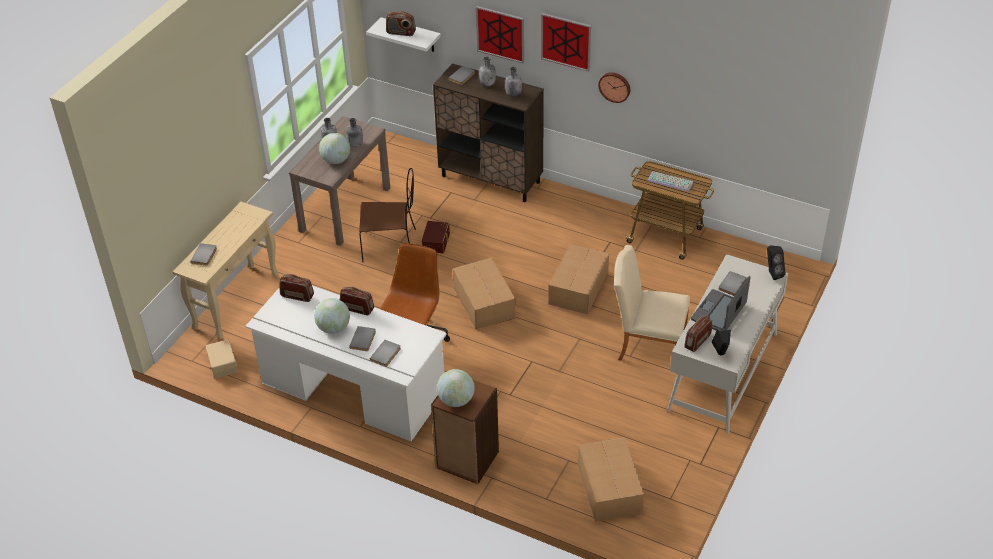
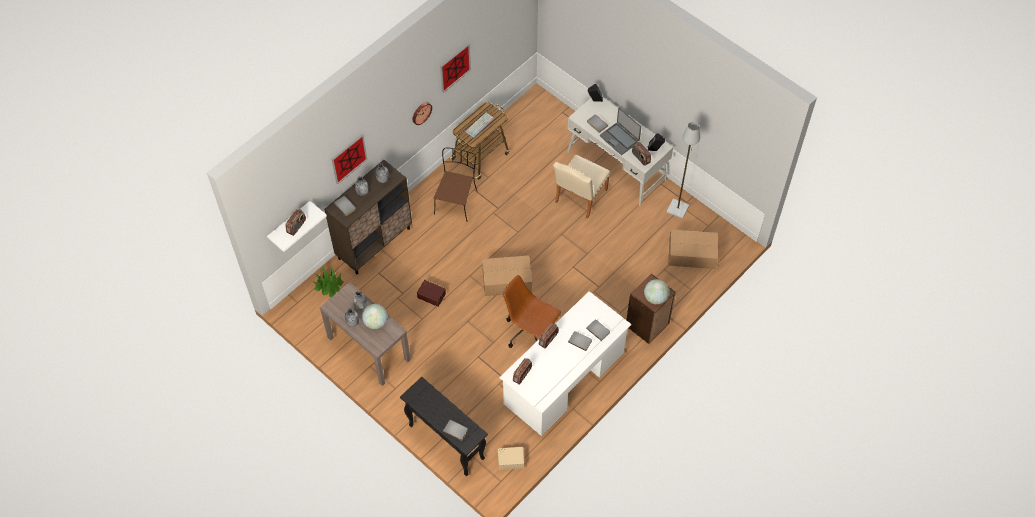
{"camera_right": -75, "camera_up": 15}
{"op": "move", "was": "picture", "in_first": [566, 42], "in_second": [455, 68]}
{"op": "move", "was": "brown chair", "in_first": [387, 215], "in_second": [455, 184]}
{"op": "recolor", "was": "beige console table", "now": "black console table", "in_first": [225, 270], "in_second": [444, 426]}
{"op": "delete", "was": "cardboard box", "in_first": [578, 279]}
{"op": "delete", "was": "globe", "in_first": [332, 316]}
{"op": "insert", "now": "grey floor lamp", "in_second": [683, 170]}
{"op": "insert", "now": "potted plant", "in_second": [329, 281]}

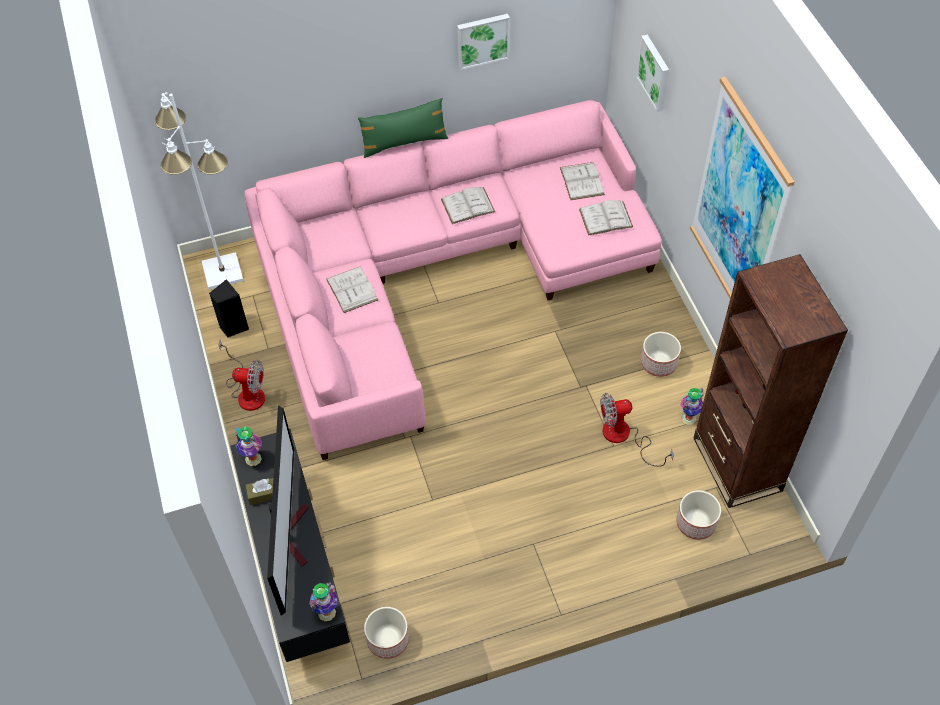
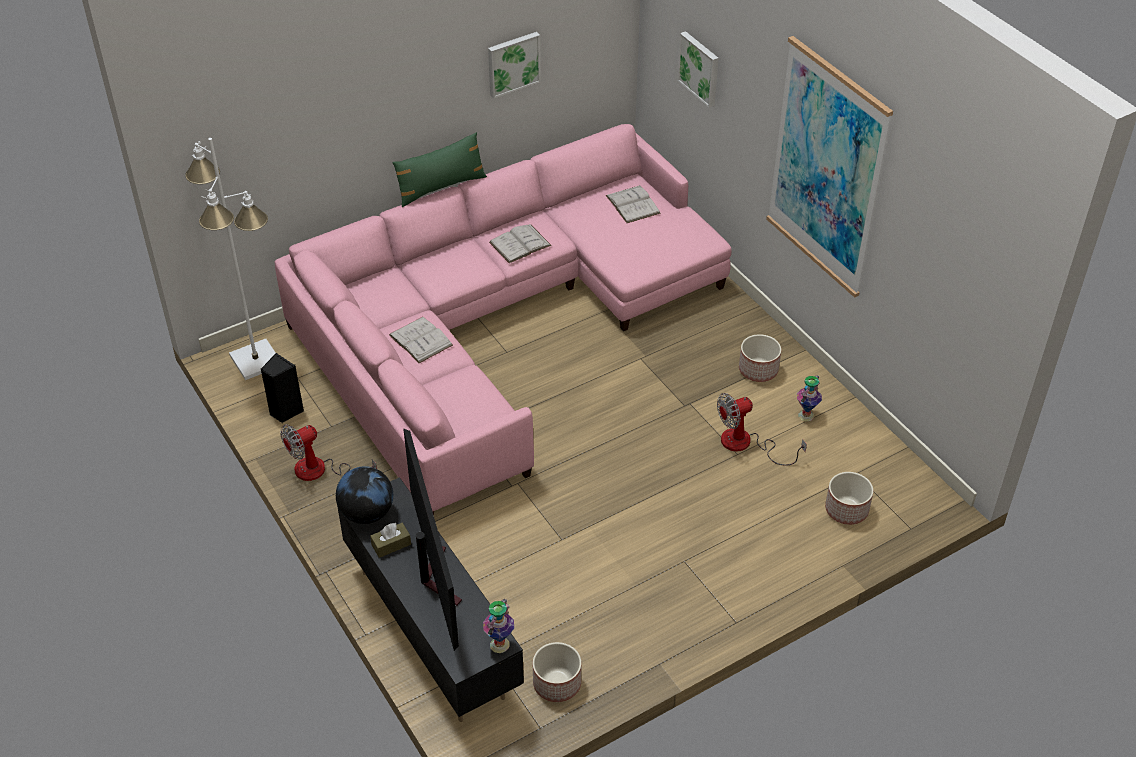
{"camera_right": -15, "camera_up": -10}
{"op": "delete", "was": "white book", "in_first": [606, 218]}
{"op": "delete", "was": "brown bookcase", "in_first": [770, 381]}
{"op": "rotate", "was": "fan", "in_first": [241, 375], "in_second": [329, 452], "clockwise": 150}
{"op": "replace", "was": "vase", "now": "globe", "in_first": [248, 446], "in_second": [364, 495]}

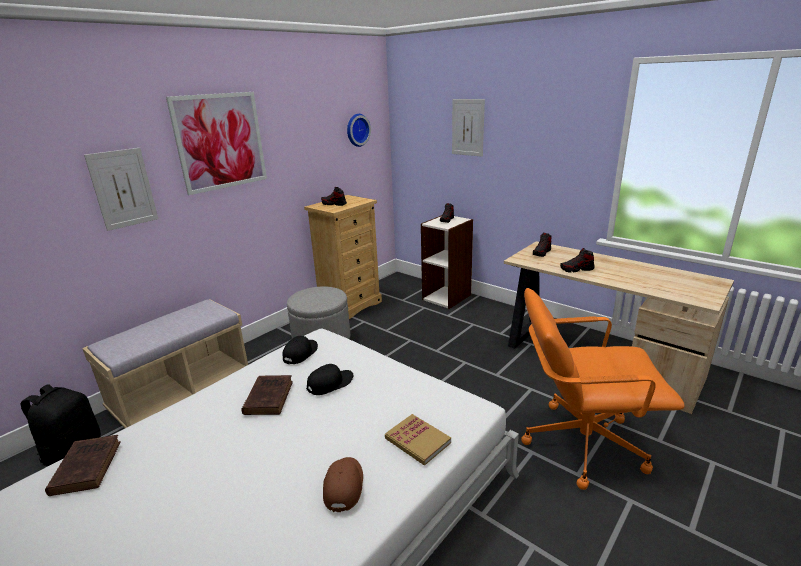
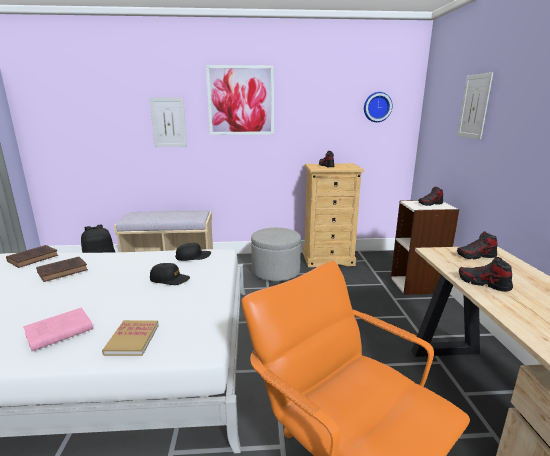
{"camera_right": 45, "camera_up": -5}
{"op": "move", "was": "brown book", "in_first": [267, 395], "in_second": [62, 269]}
{"op": "replace", "was": "brown cap", "now": "pink book", "in_first": [343, 484], "in_second": [58, 329]}

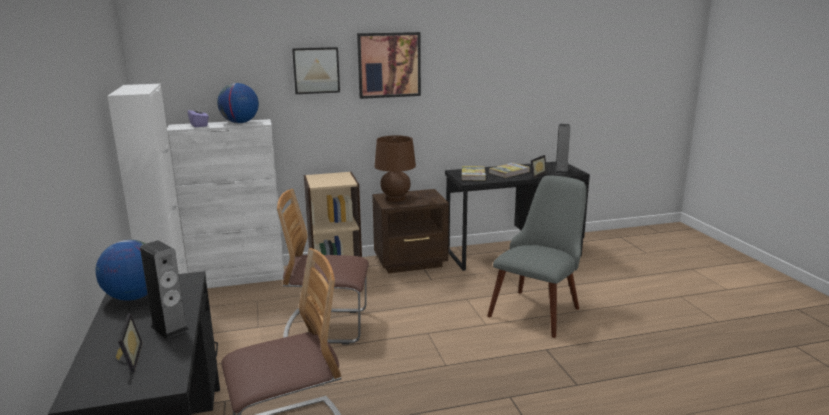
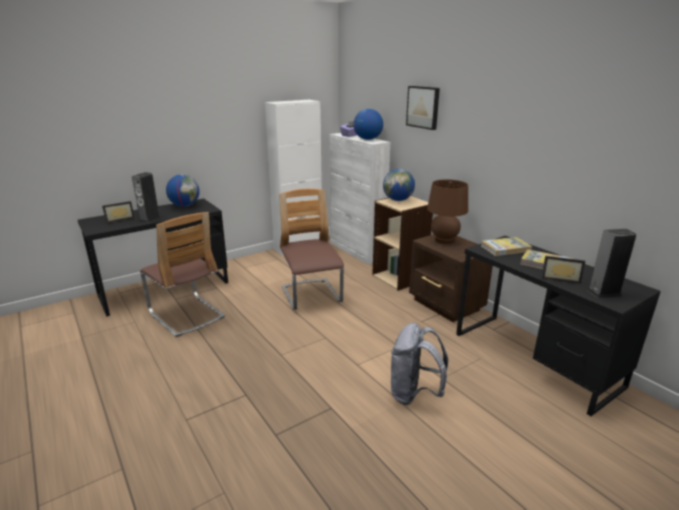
{"camera_right": 70, "camera_up": 5}
{"op": "delete", "was": "picture", "in_first": [389, 65]}
{"op": "replace", "was": "grey chair", "now": "grey backpack", "in_first": [536, 256], "in_second": [419, 364]}
{"op": "insert", "now": "globe", "in_second": [399, 185]}

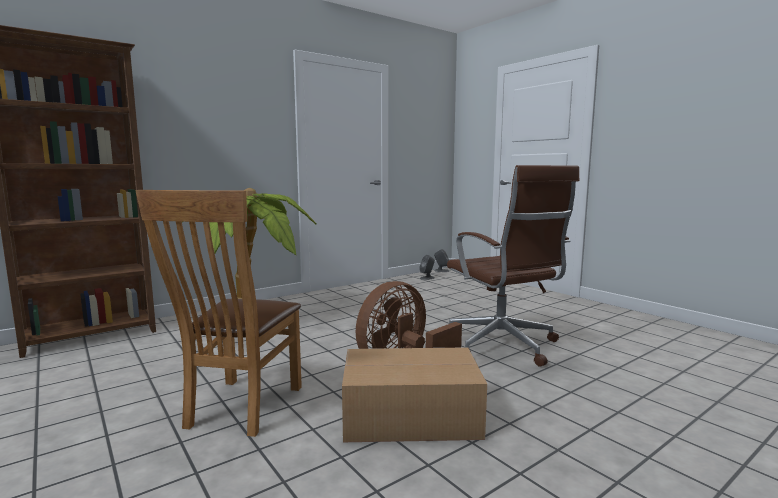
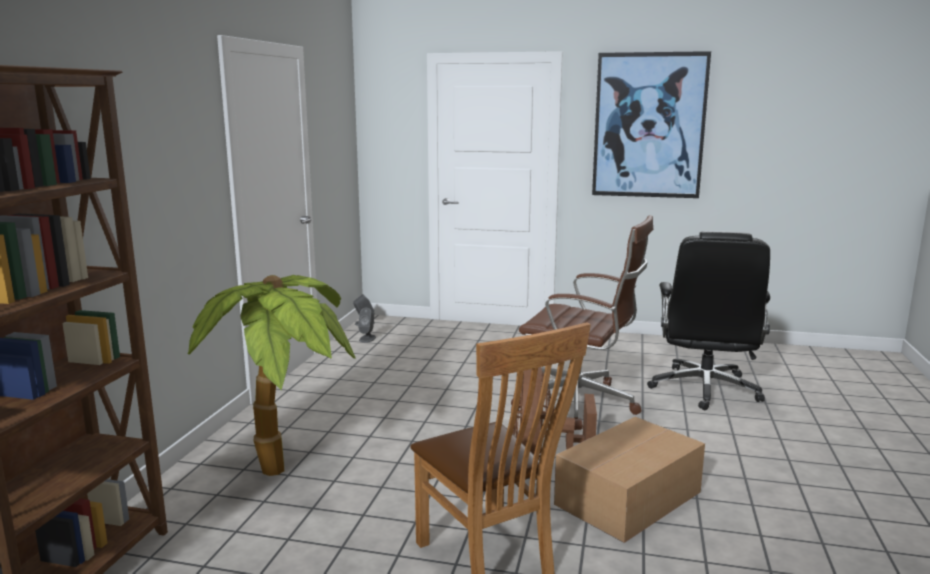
{"camera_right": -40, "camera_up": 5}
{"op": "insert", "now": "picture", "in_second": [651, 124]}
{"op": "insert", "now": "black office chair", "in_second": [708, 320]}

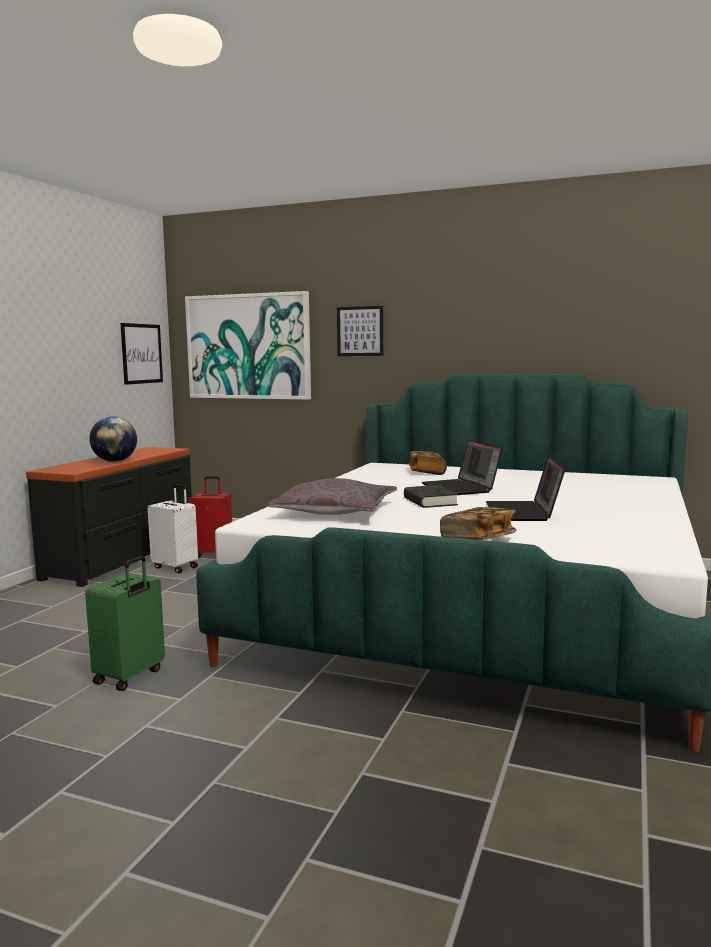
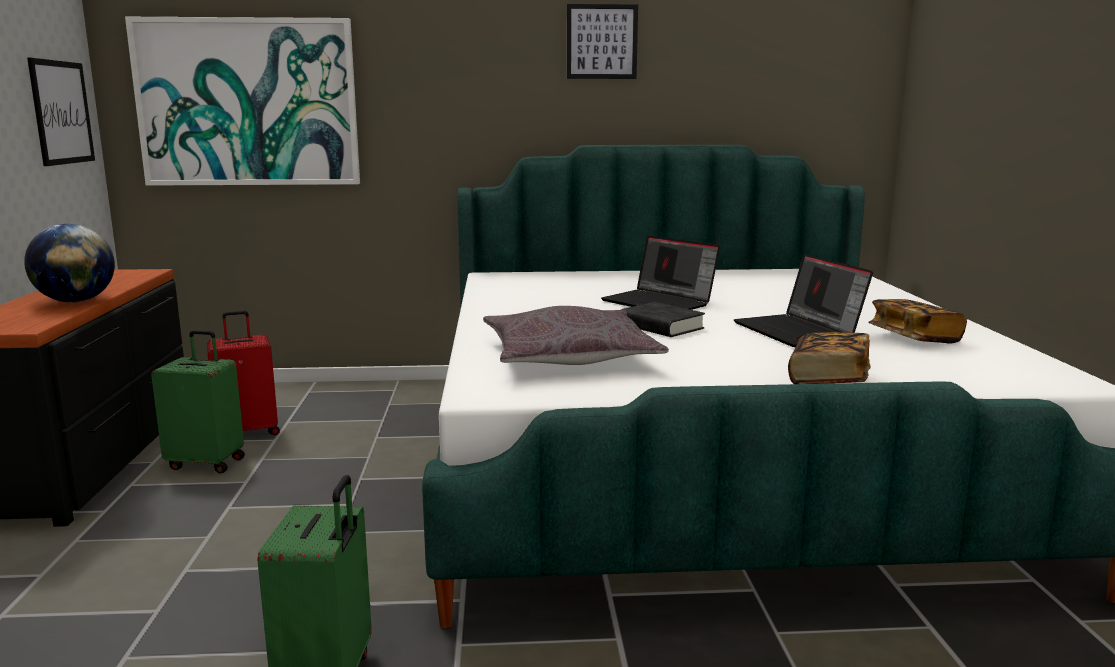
{"camera_right": -25, "camera_up": 5}
{"op": "move", "was": "picture", "in_first": [360, 331], "in_second": [602, 41]}
{"op": "move", "was": "book", "in_first": [428, 463], "in_second": [917, 321]}
{"op": "recolor", "was": "white suitcase", "now": "green suitcase", "in_first": [173, 528], "in_second": [198, 401]}

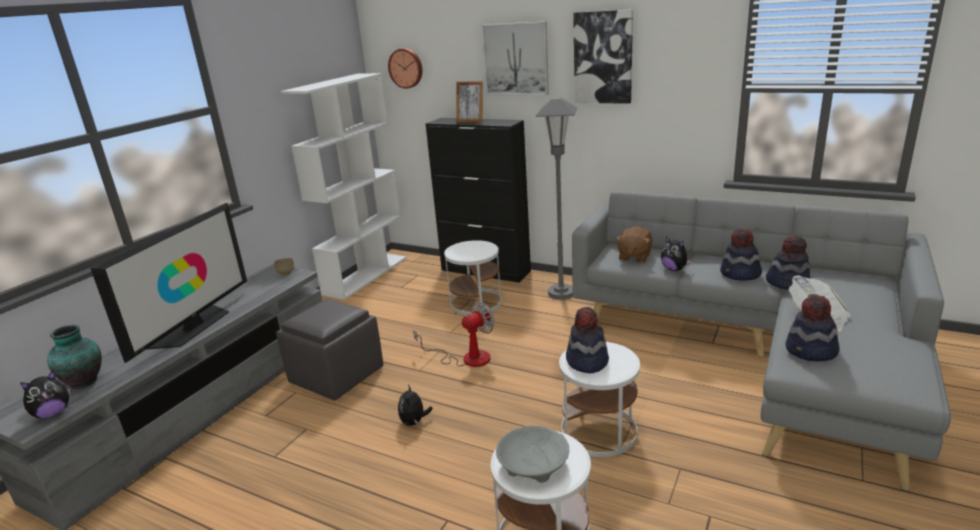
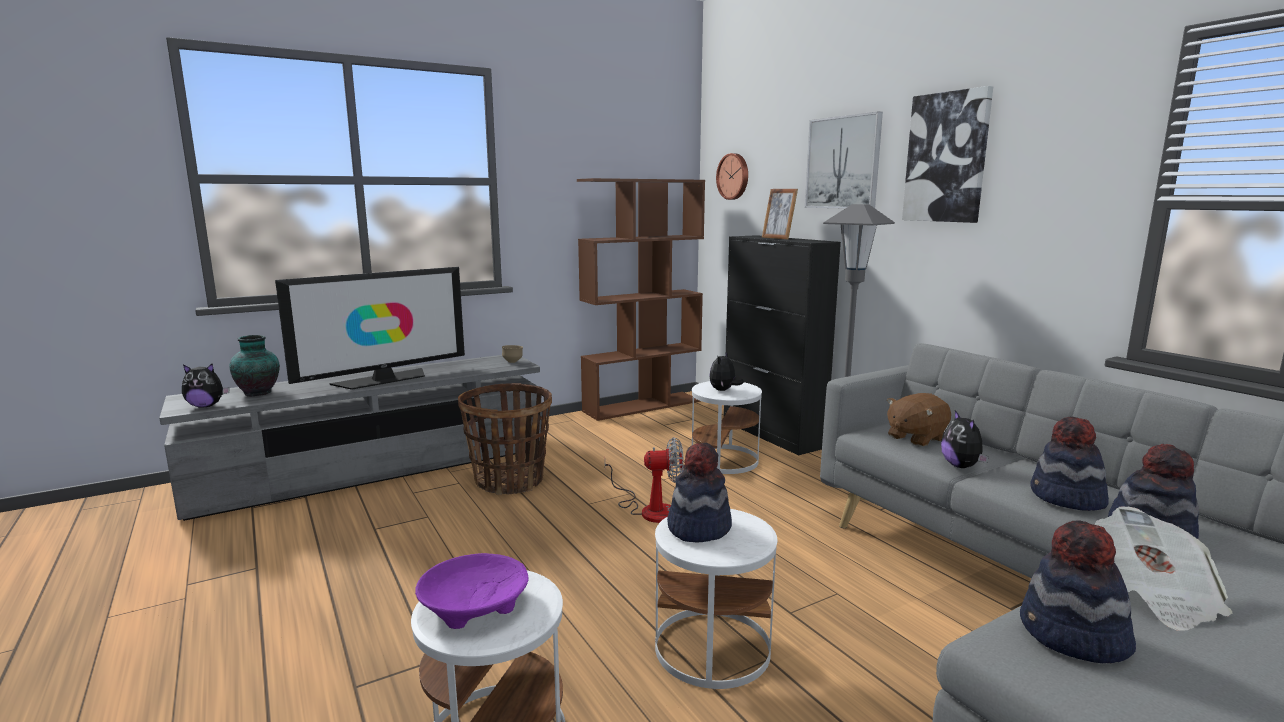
{"camera_right": 30, "camera_up": -10}
{"op": "recolor", "was": "white bookcase", "now": "brown bookcase", "in_first": [343, 186], "in_second": [641, 299]}
{"op": "replace", "was": "grey ottoman", "now": "basket", "in_first": [329, 350], "in_second": [505, 439]}
{"op": "move", "was": "plush toy", "in_first": [415, 405], "in_second": [726, 371]}
{"op": "recolor", "was": "grey bowl", "now": "purple bowl", "in_first": [532, 454], "in_second": [471, 591]}

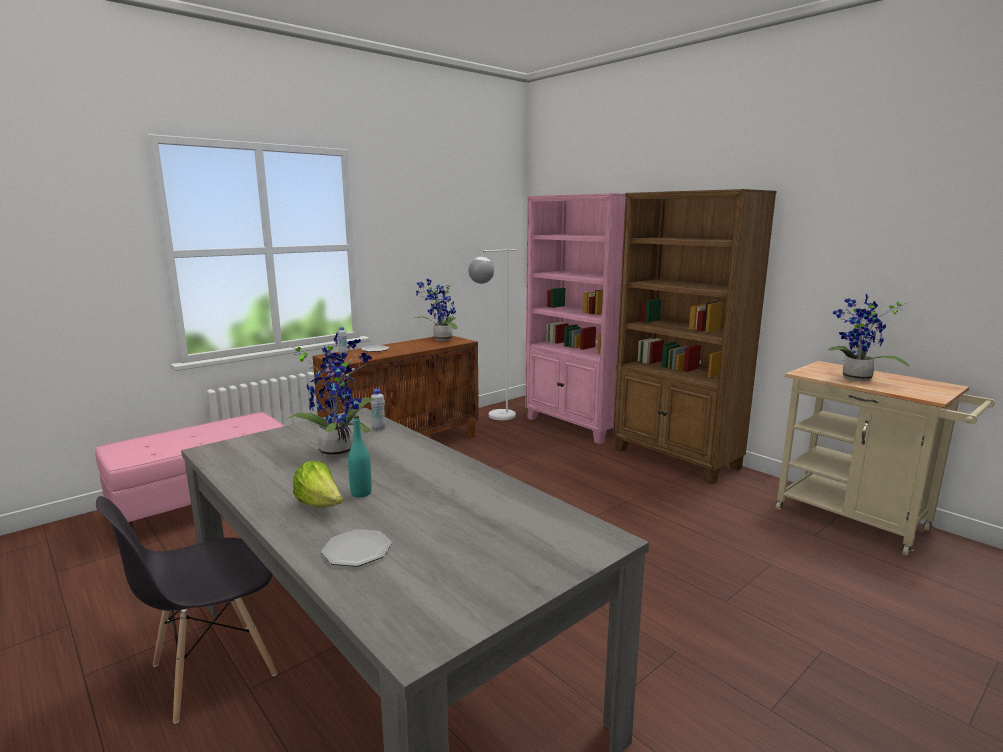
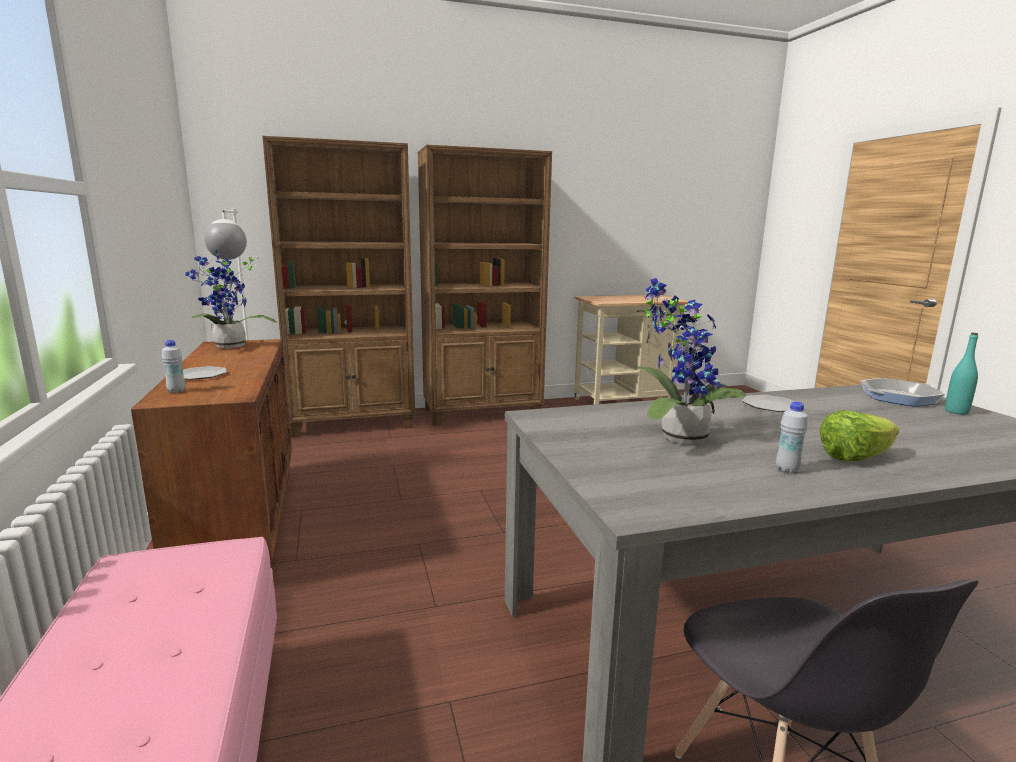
{"camera_right": -65, "camera_up": 0}
{"op": "recolor", "was": "pink bookcase", "now": "brown bookcase", "in_first": [575, 318], "in_second": [338, 286]}
{"op": "delete", "was": "potted plant", "in_first": [868, 337]}
{"op": "move", "was": "white bottle", "in_first": [378, 409], "in_second": [792, 437]}
{"op": "move", "was": "turquoise bottle", "in_first": [360, 456], "in_second": [961, 374]}
{"op": "move", "was": "plate", "in_first": [356, 548], "in_second": [768, 403]}
{"op": "insert", "now": "frying pan", "in_second": [903, 392]}

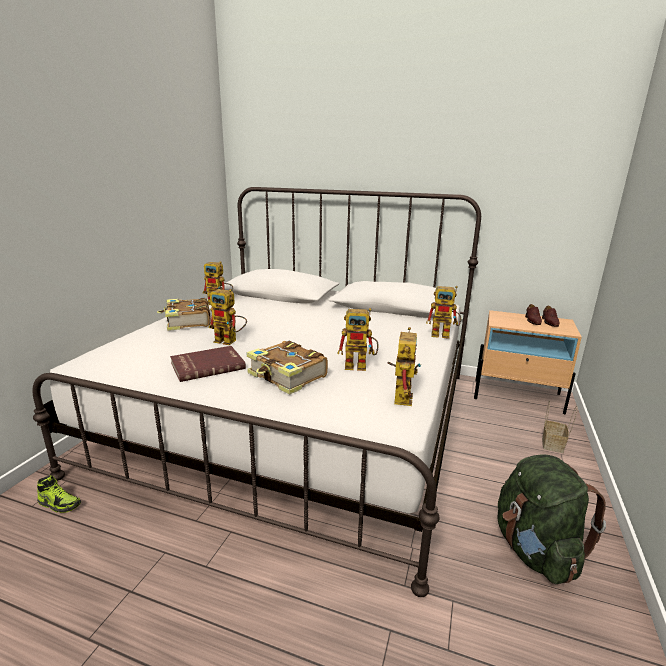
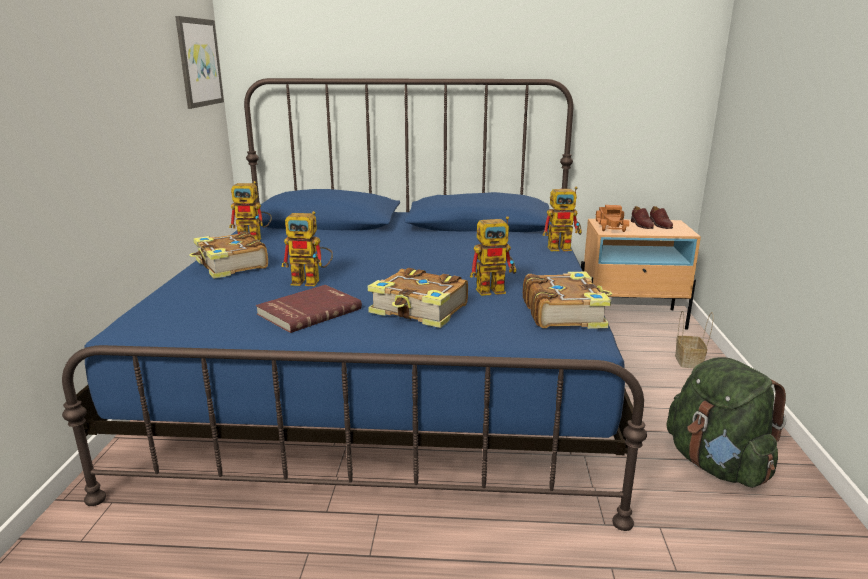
{"camera_right": -15, "camera_up": 0}
{"op": "recolor", "was": "white bed", "now": "blue bed", "in_first": [256, 392], "in_second": [354, 304]}
{"op": "replace", "was": "toy robot", "now": "book", "in_first": [404, 366], "in_second": [567, 300]}
{"op": "delete", "was": "shoe", "in_first": [59, 494]}
{"op": "insert", "now": "picture", "in_second": [199, 62]}
{"op": "insert", "now": "toy truck", "in_second": [612, 218]}

